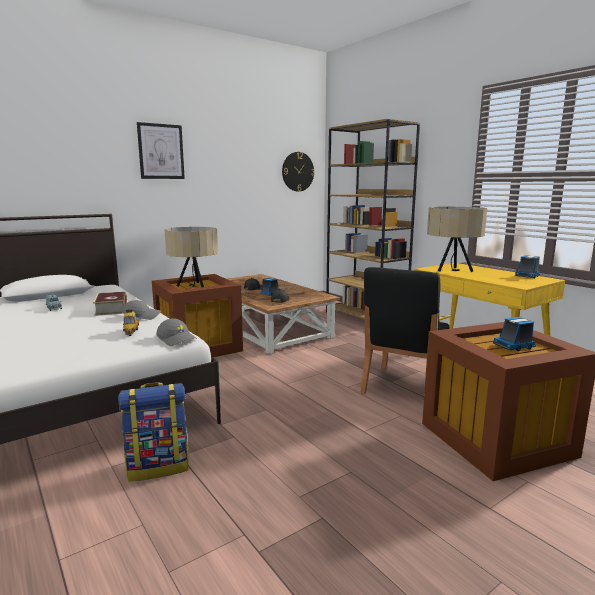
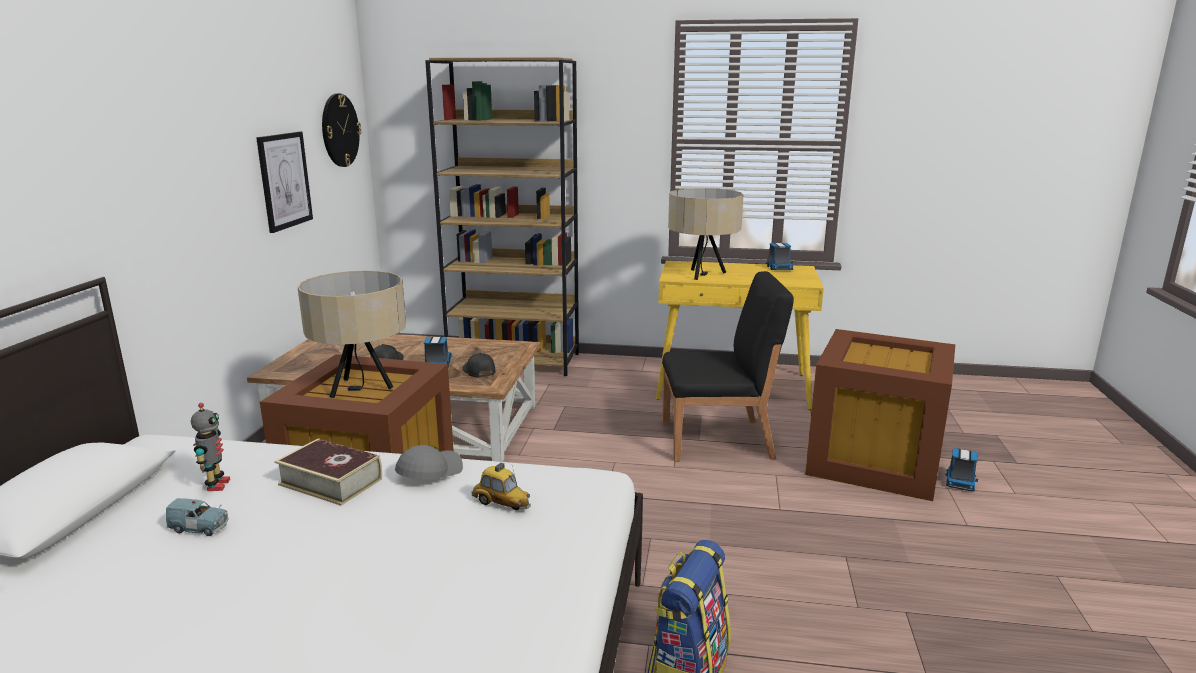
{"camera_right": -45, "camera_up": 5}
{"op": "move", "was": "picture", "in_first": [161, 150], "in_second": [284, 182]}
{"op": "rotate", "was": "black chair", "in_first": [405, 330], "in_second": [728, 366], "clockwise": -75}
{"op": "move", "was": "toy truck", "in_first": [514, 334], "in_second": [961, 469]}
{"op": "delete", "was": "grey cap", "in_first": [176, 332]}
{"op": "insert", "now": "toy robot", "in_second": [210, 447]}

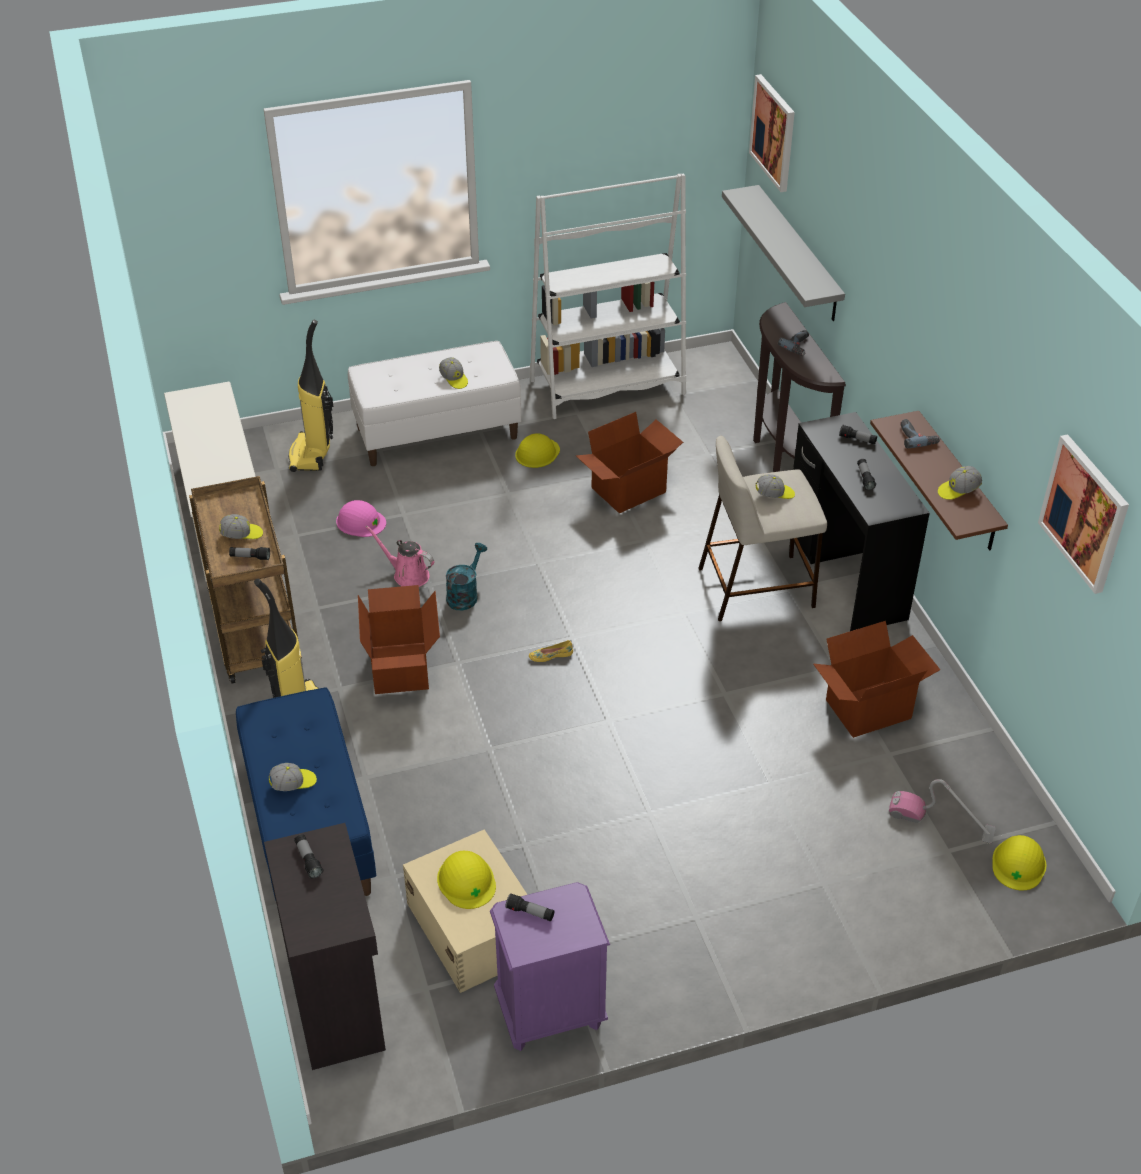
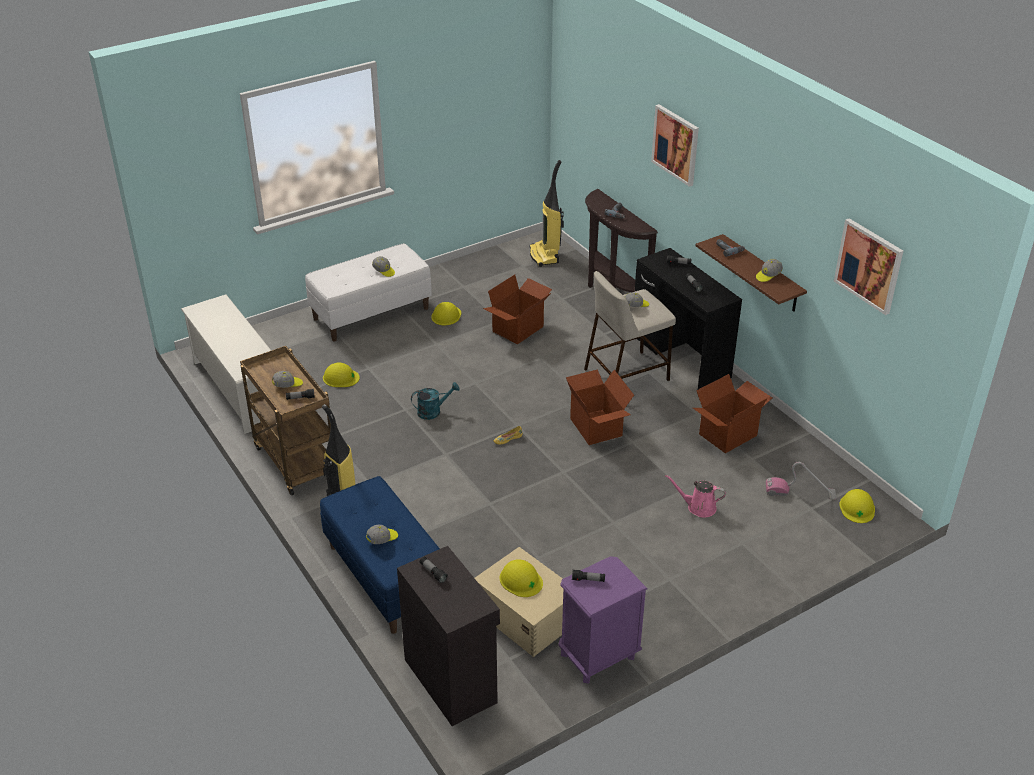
{"camera_right": -15, "camera_up": -5}
{"op": "move", "was": "picture", "in_first": [772, 133], "in_second": [675, 145]}
{"op": "delete", "was": "white bookcase", "in_first": [608, 296]}
{"op": "delete", "was": "grey shelf", "in_first": [783, 253]}
{"op": "move", "was": "vacuum cleaner", "in_first": [310, 396], "in_second": [547, 213]}
{"op": "recolor", "was": "pink hard hat", "now": "yellow hard hat", "in_first": [361, 518], "in_second": [341, 375]}
{"op": "move", "was": "pink watering can", "in_first": [400, 556], "in_second": [695, 496]}
{"op": "rotate", "was": "turquoise watering can", "in_first": [466, 576], "in_second": [435, 401], "clockwise": 60}
{"op": "move", "was": "cardboard box", "in_first": [399, 639], "in_second": [600, 407]}

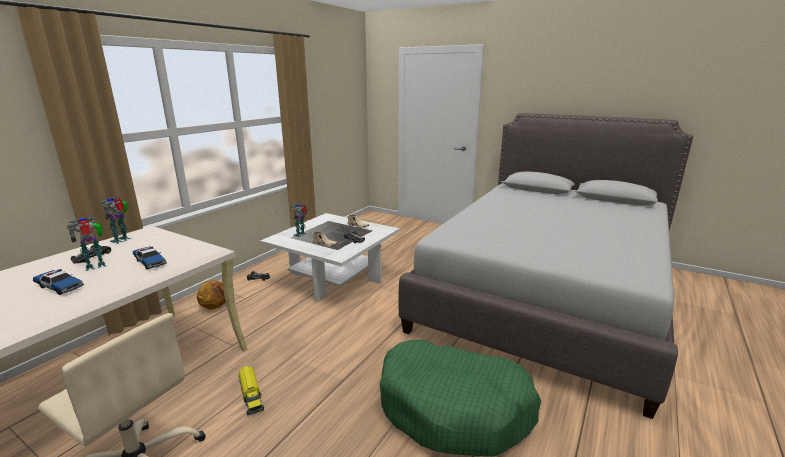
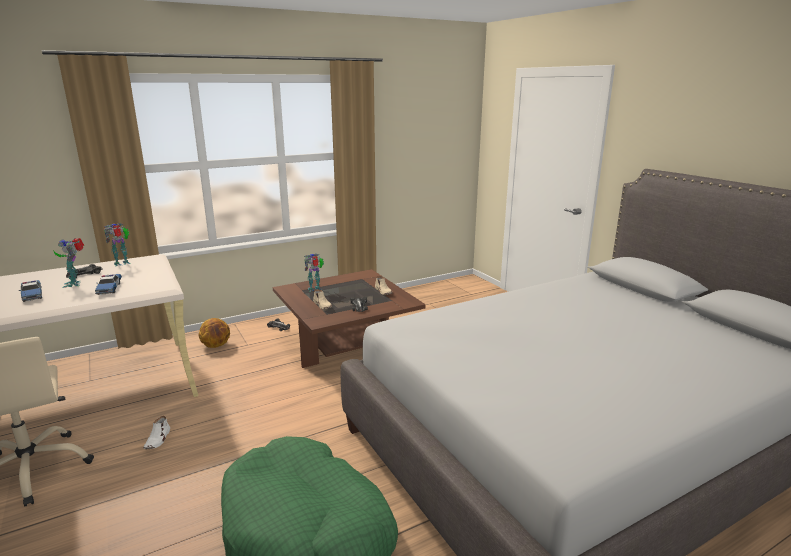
{"camera_right": 30, "camera_up": 0}
{"op": "recolor", "was": "white coffee table", "now": "brown coffee table", "in_first": [330, 257], "in_second": [349, 318]}
{"op": "rotate", "was": "toy robot", "in_first": [87, 244], "in_second": [68, 263], "clockwise": -105}
{"op": "replace", "was": "toy truck", "now": "white shoe", "in_first": [251, 390], "in_second": [156, 432]}

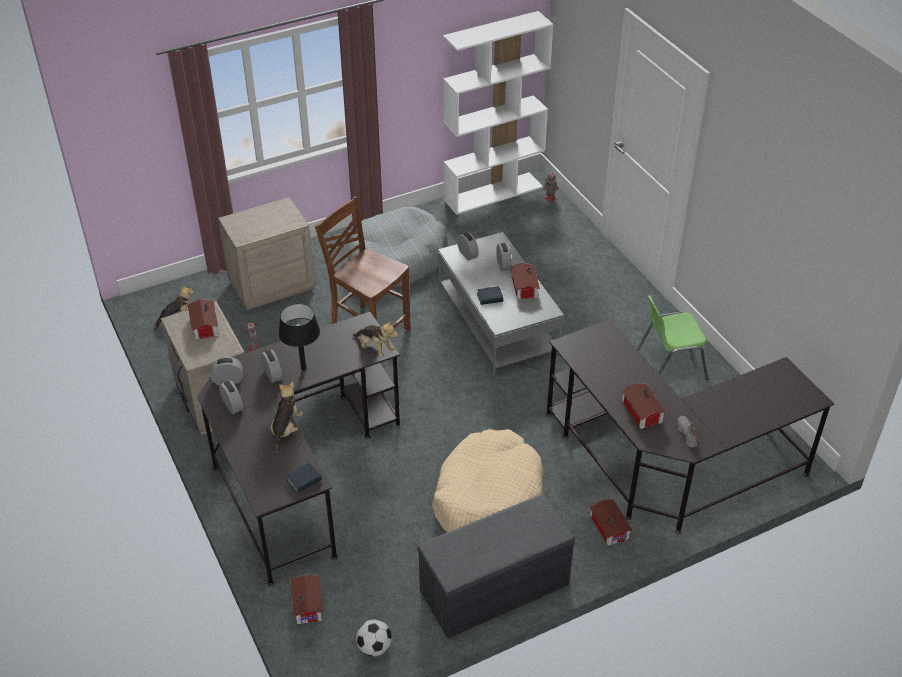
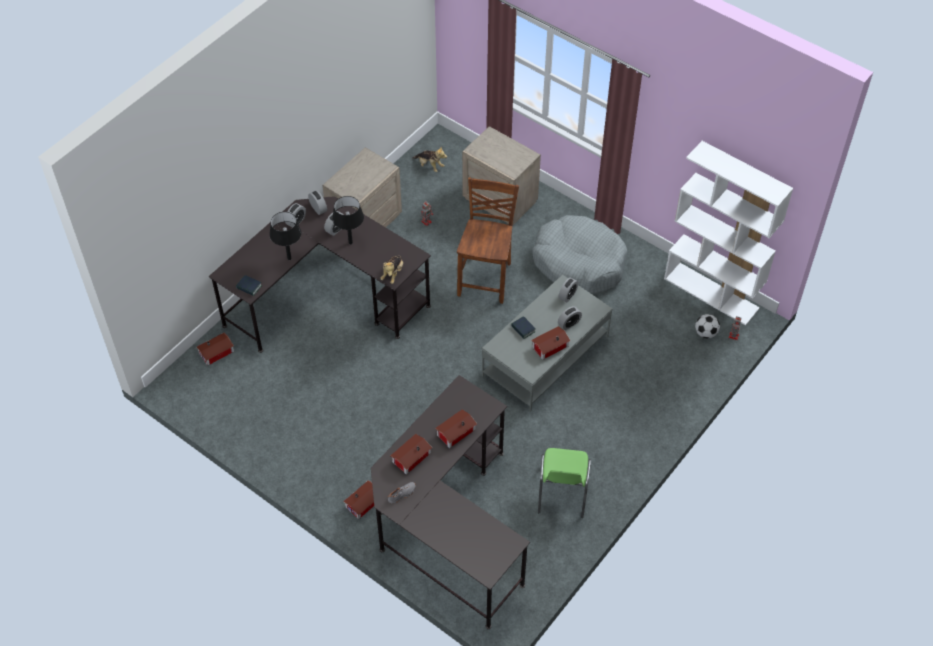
{"camera_right": 65, "camera_up": 10}
{"op": "rotate", "was": "green chair", "in_first": [672, 337], "in_second": [564, 483], "clockwise": -135}
{"op": "move", "was": "toy house", "in_first": [203, 319], "in_second": [456, 428]}
{"op": "replace", "was": "plush toy", "now": "black table lamp", "in_first": [287, 417], "in_second": [285, 236]}
{"op": "delete", "was": "beige dog bed", "in_first": [488, 480]}
{"op": "delete", "was": "grey bench", "in_first": [496, 566]}
{"op": "move", "was": "football", "in_first": [374, 637], "in_second": [707, 326]}

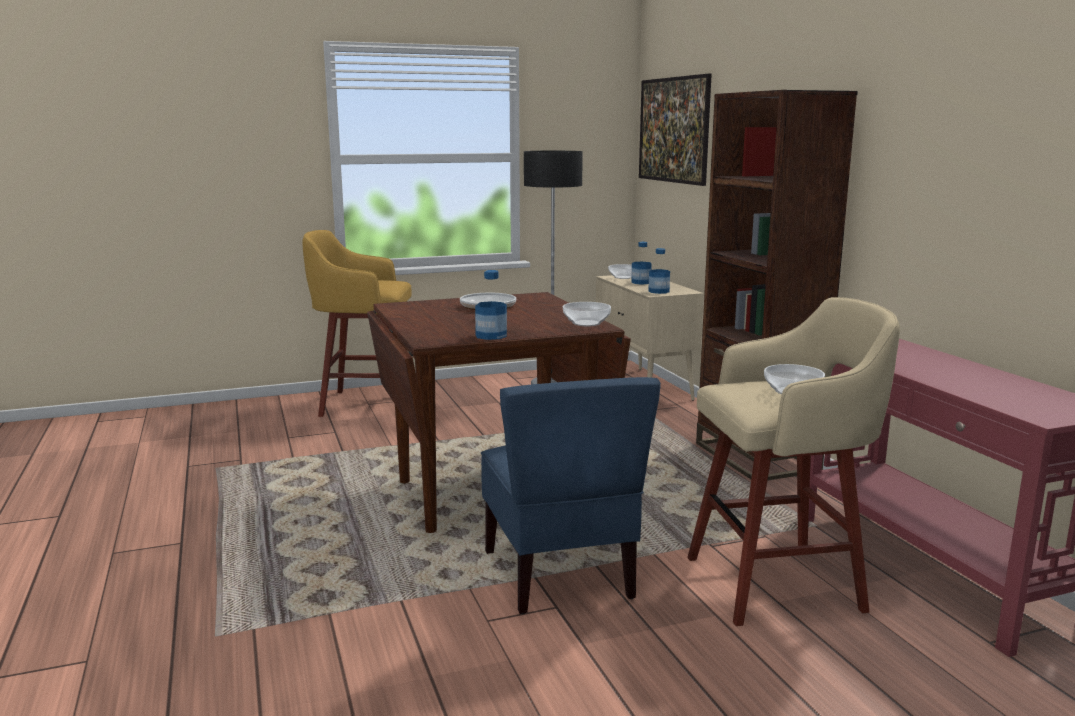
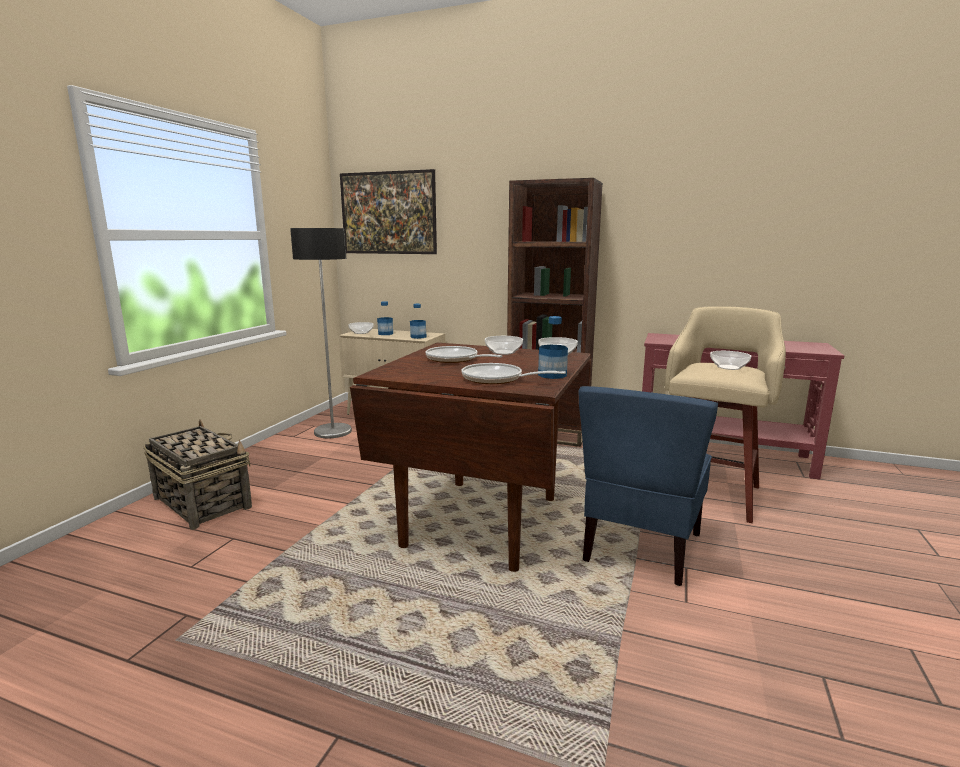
{"camera_right": -50, "camera_up": 0}
{"op": "replace", "was": "yellow stool", "now": "basket", "in_first": [356, 323], "in_second": [197, 474]}
{"op": "rotate", "was": "blue chair", "in_first": [571, 495], "in_second": [648, 486], "clockwise": 90}
{"op": "insert", "now": "bowl", "in_second": [504, 345]}
{"op": "insert", "now": "frying pan", "in_second": [514, 373]}

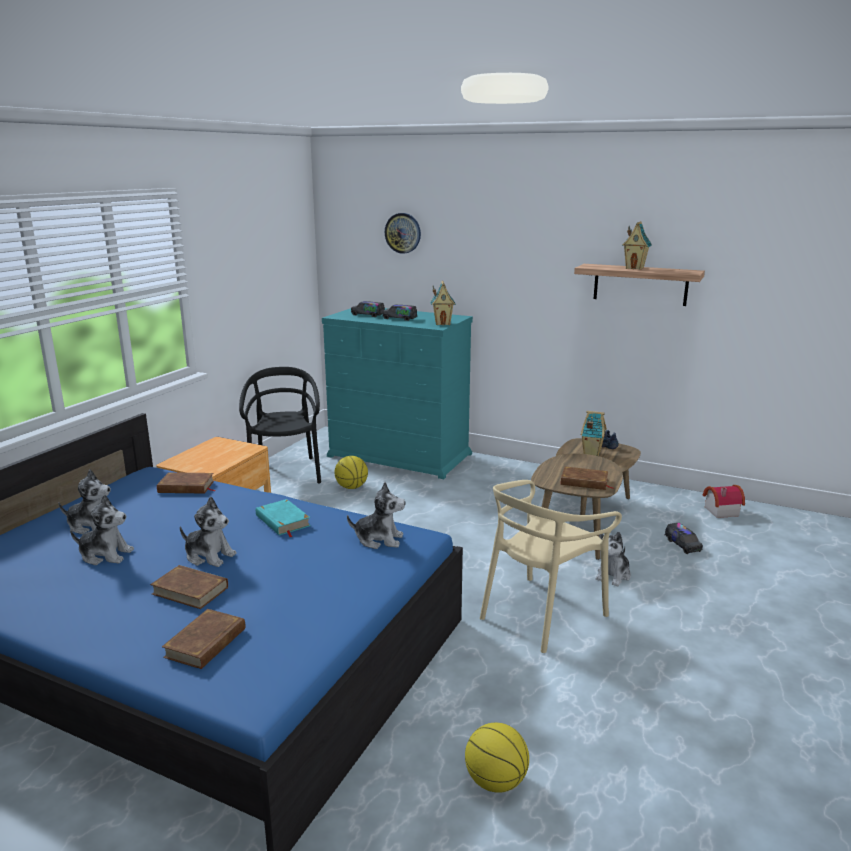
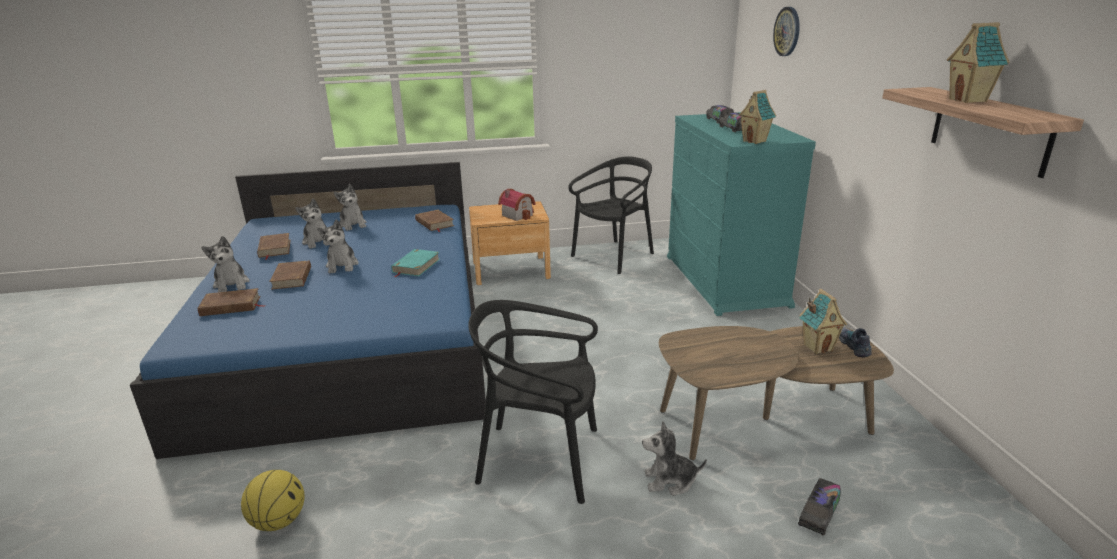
{"camera_right": 55, "camera_up": 5}
{"op": "delete", "was": "basketball", "in_first": [351, 472]}
{"op": "move", "was": "brown book", "in_first": [587, 478], "in_second": [273, 246]}
{"op": "recolor", "was": "beige chair", "now": "black chair", "in_first": [551, 566], "in_second": [533, 402]}
{"op": "move", "was": "plush toy", "in_first": [376, 515], "in_second": [225, 264]}
{"op": "move", "was": "toy house", "in_first": [724, 501], "in_second": [517, 205]}

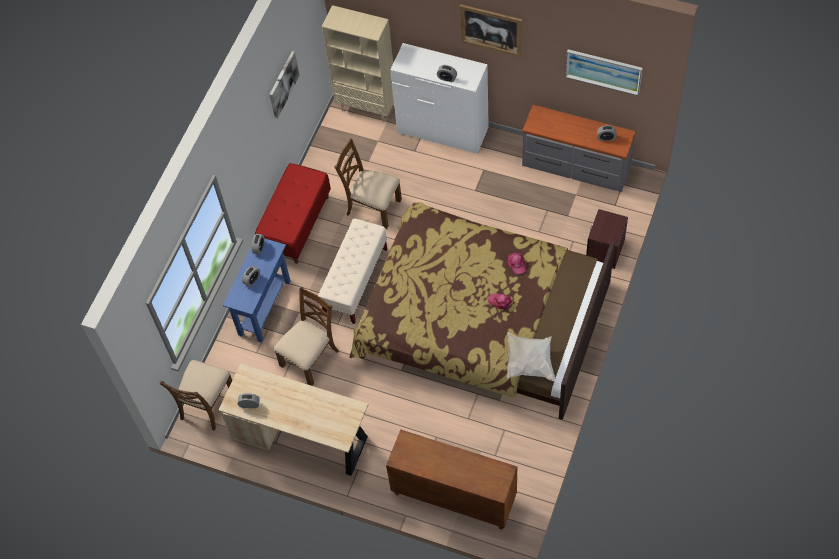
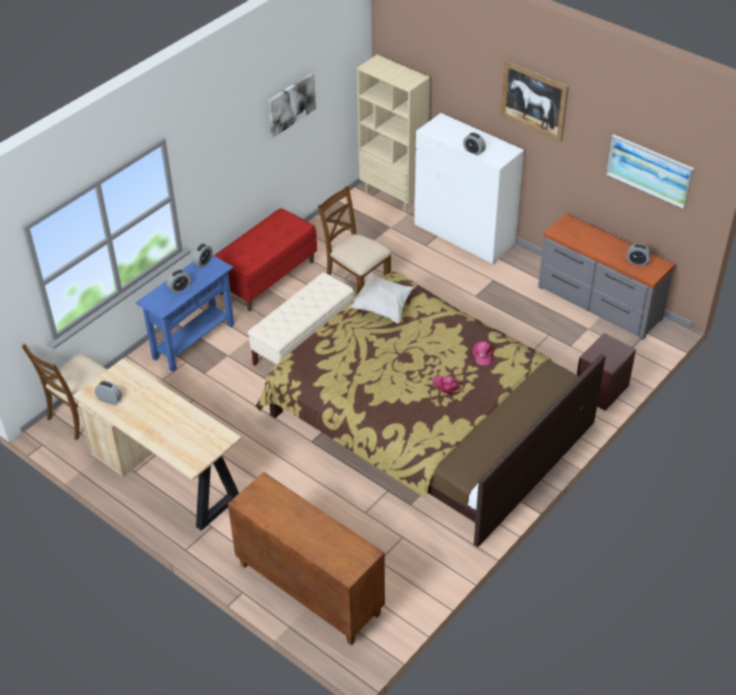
{"camera_right": 15, "camera_up": -15}
{"op": "delete", "was": "brown chair", "in_first": [306, 336]}
{"op": "move", "was": "white pillow", "in_first": [531, 356], "in_second": [383, 297]}

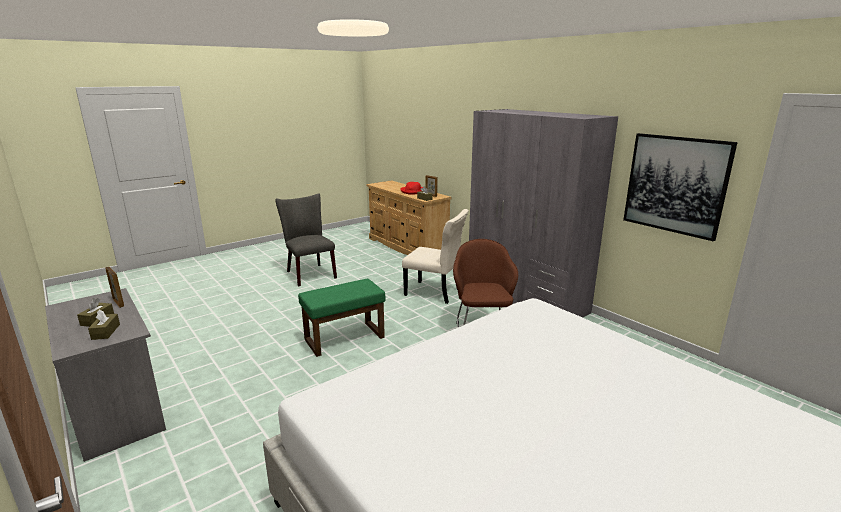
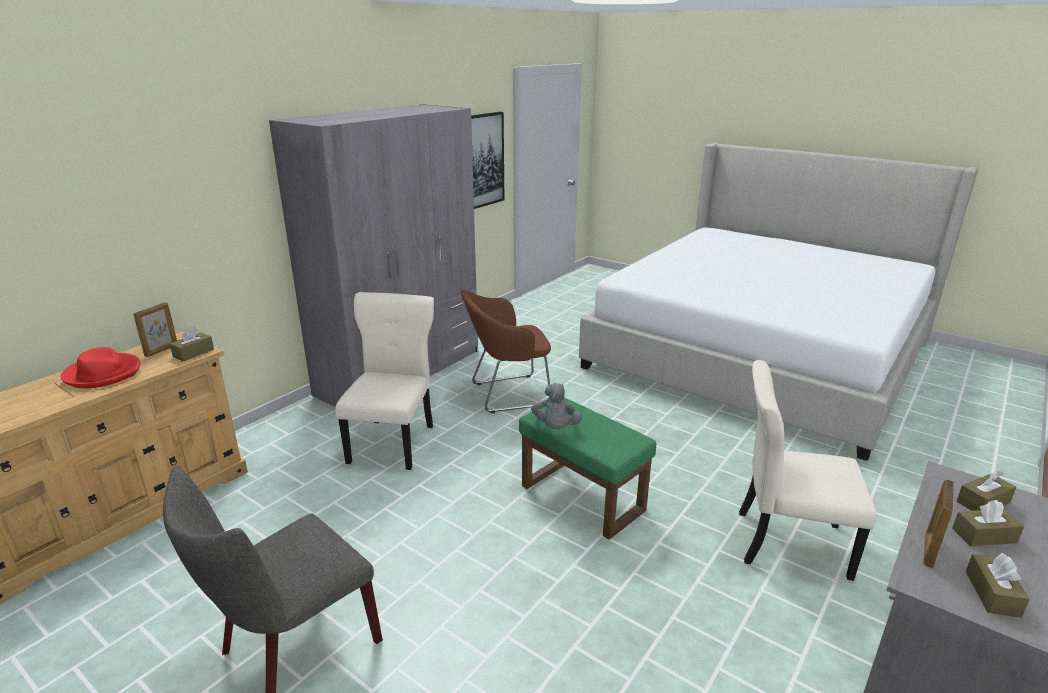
{"camera_right": -105, "camera_up": 5}
{"op": "insert", "now": "beige chair", "in_second": [807, 470]}
{"op": "insert", "now": "grey plush toy", "in_second": [556, 406]}
{"op": "insert", "now": "brown tissue box", "in_second": [997, 585]}

